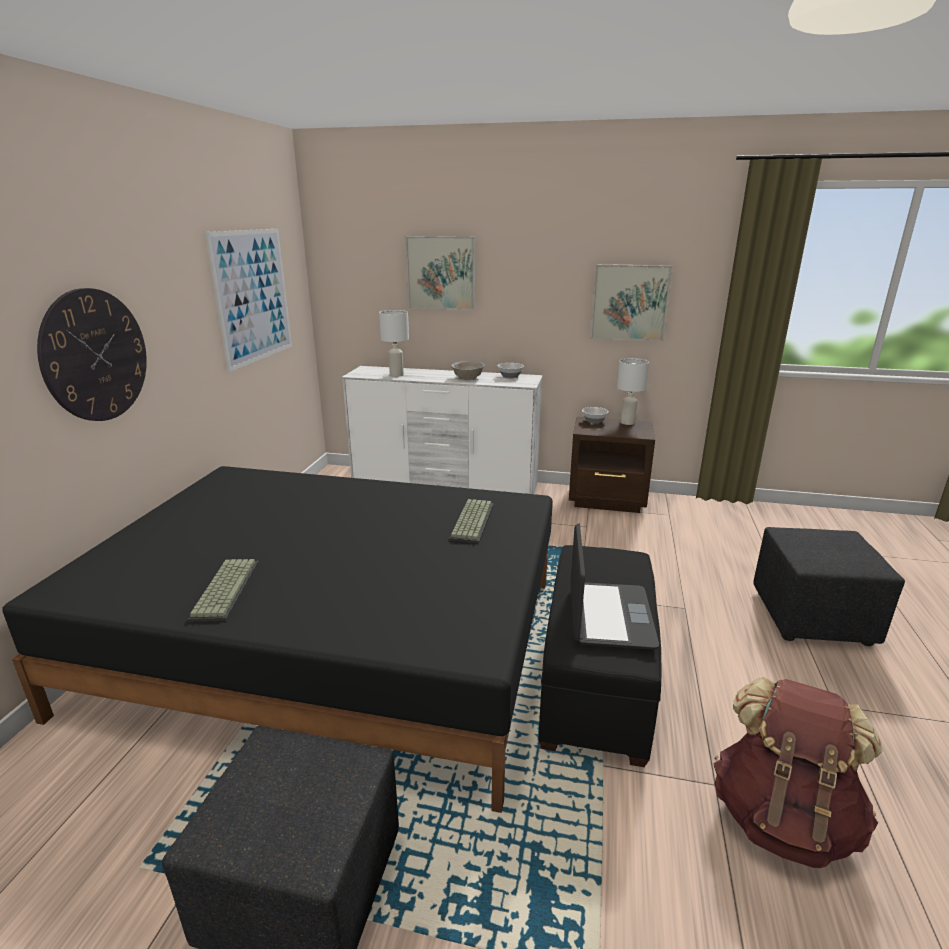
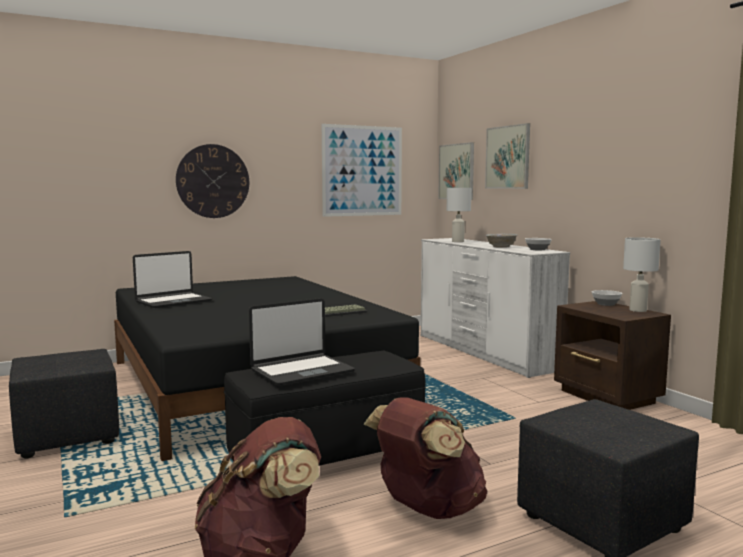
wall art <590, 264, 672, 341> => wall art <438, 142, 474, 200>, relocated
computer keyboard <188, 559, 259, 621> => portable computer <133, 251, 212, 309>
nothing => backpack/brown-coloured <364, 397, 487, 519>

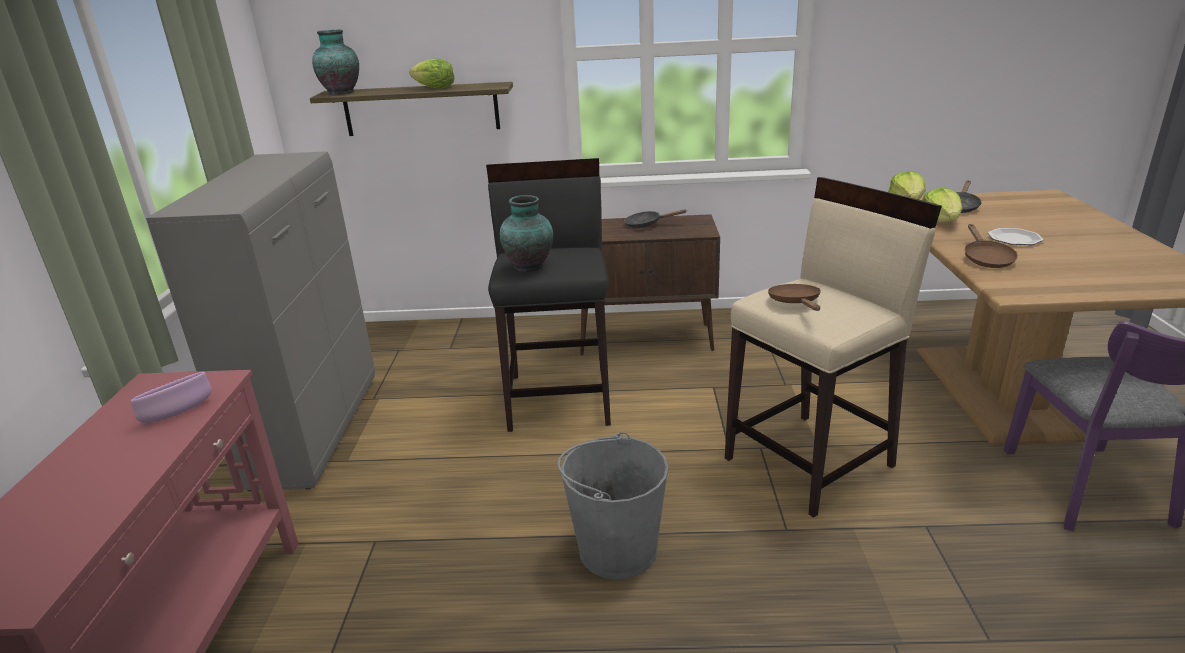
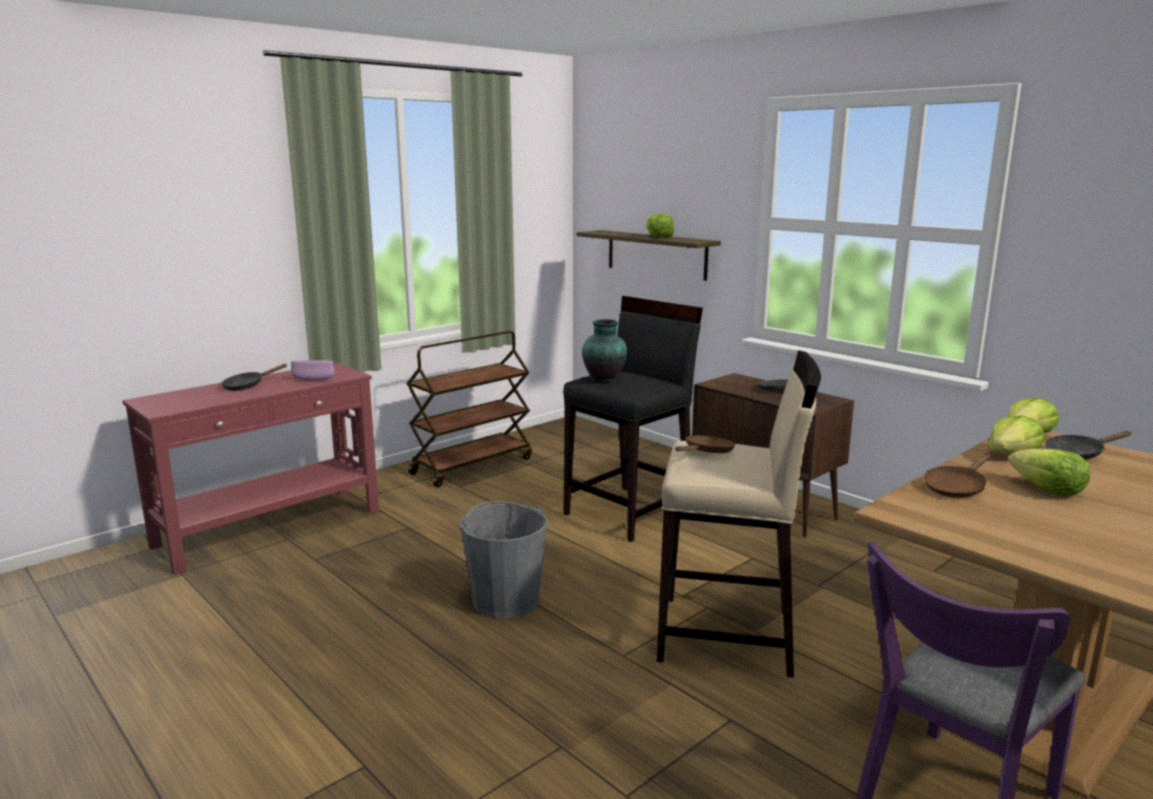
vase <312, 30, 359, 94> => nothing
cupboard/gray <146, 151, 375, 491> => wheeled cart/brown-coloured <407, 331, 532, 487>
plate <988, 228, 1044, 245> => lettuce <1009, 448, 1090, 496>
nothing => frying pan/black-coloured <221, 364, 287, 391>

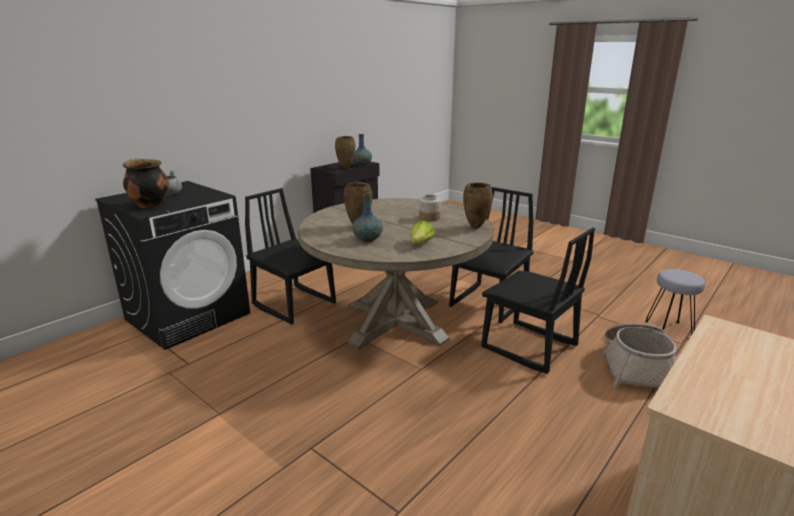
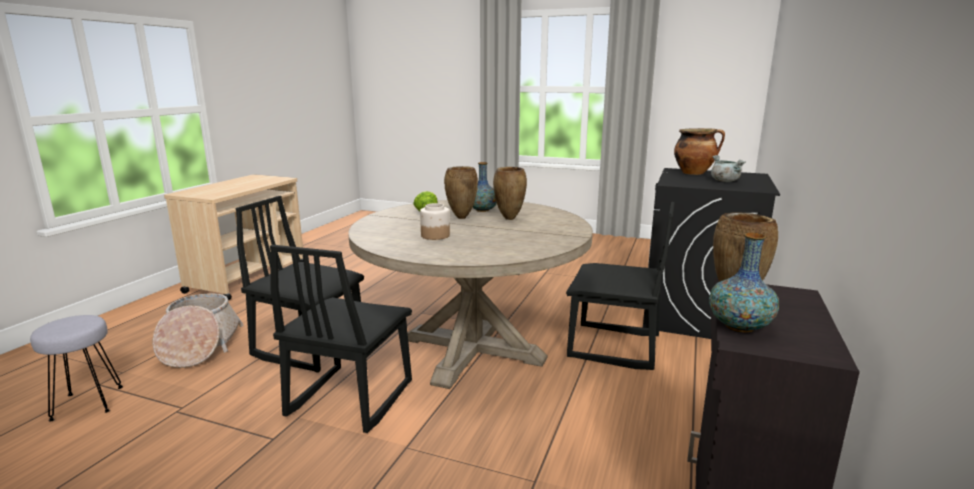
vase/brown-coloured <463, 183, 493, 229> => vase/brown-coloured <444, 166, 478, 219>, relocated

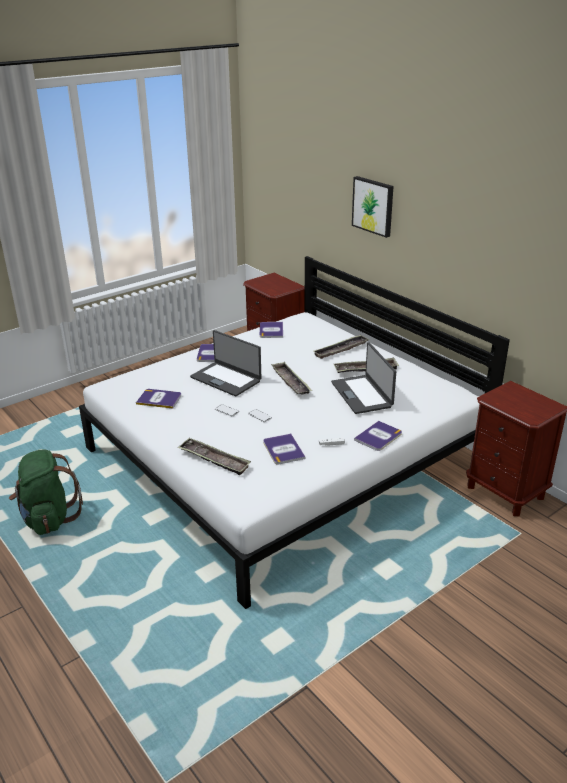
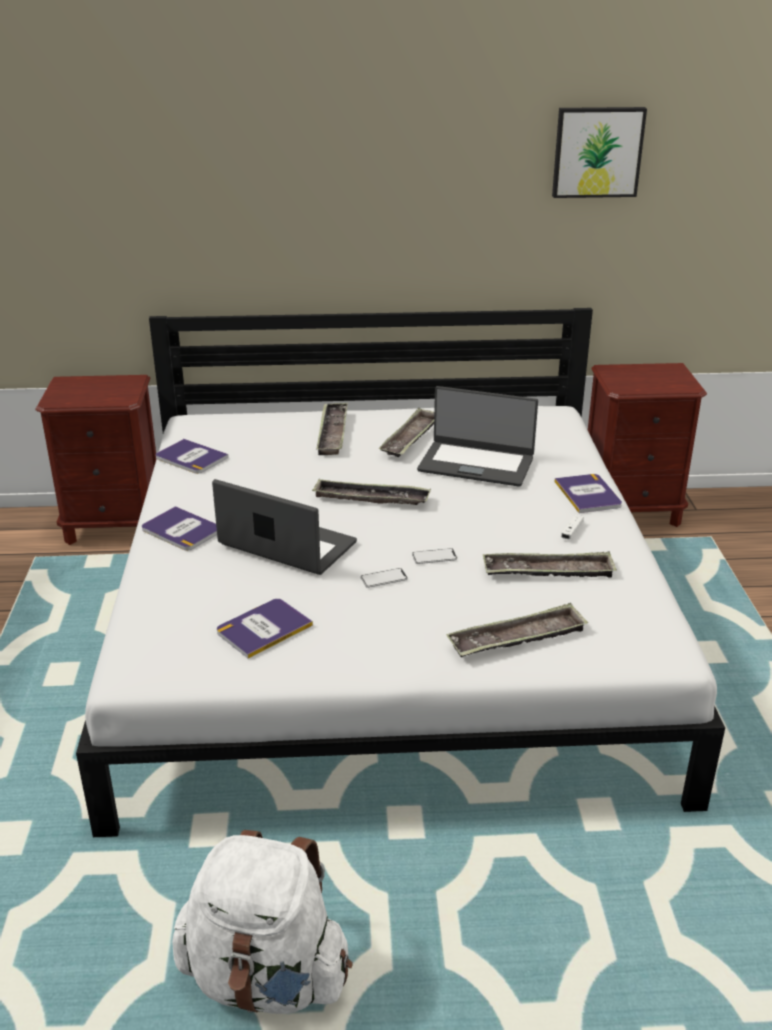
wall art <352, 176, 394, 238> => wall art <552, 107, 647, 198>, relocated
portable computer <190, 330, 261, 396> => portable computer <212, 479, 357, 575>, 135 degrees counterclockwise
book <263, 434, 306, 464> => serving tray <483, 552, 617, 578>
backpack/green-coloured <9, 450, 83, 535> => backpack/whitish <172, 830, 352, 1014>

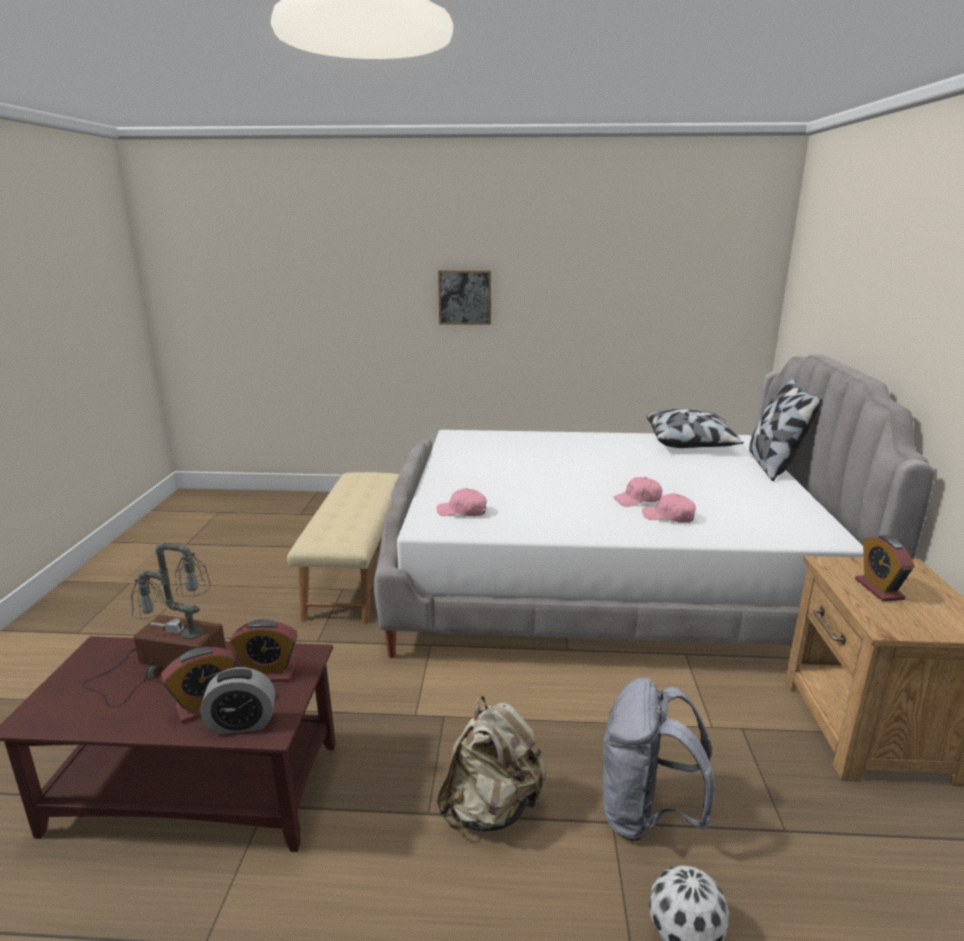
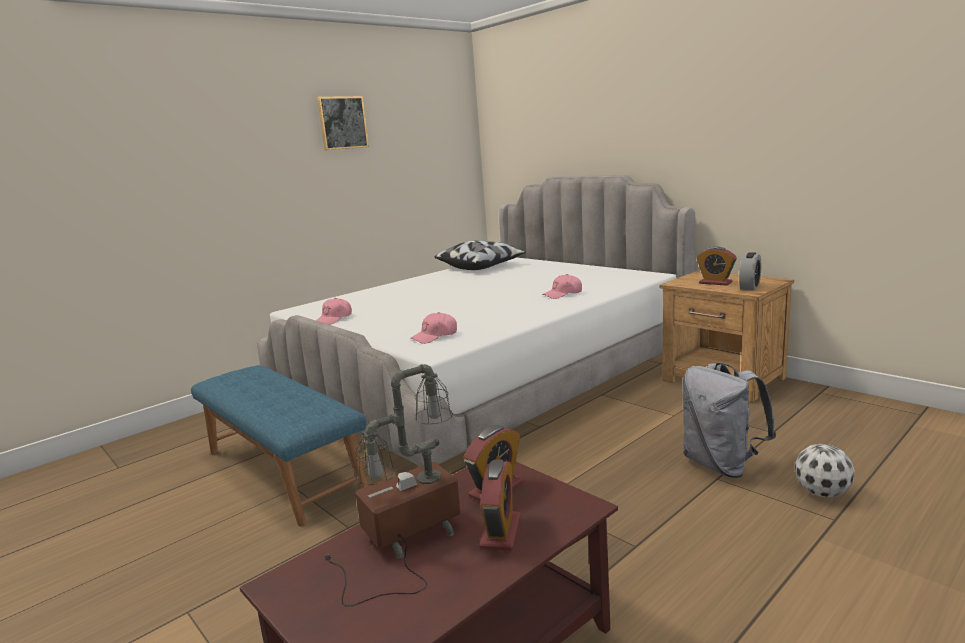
wall art <438, 270, 491, 325> => wall art <317, 96, 369, 150>, relocated
throw pillow <749, 379, 822, 481> => nothing
long seat/sand-coloured <287, 472, 399, 624> => long seat/blue <191, 365, 368, 527>
peaked cap/pink <613, 477, 662, 507> => peaked cap/pink <316, 298, 352, 325>, relocated
table clock <200, 667, 275, 735> => table clock <739, 252, 761, 290>, relocated
backpack/sand-coloured <437, 696, 546, 831> => nothing

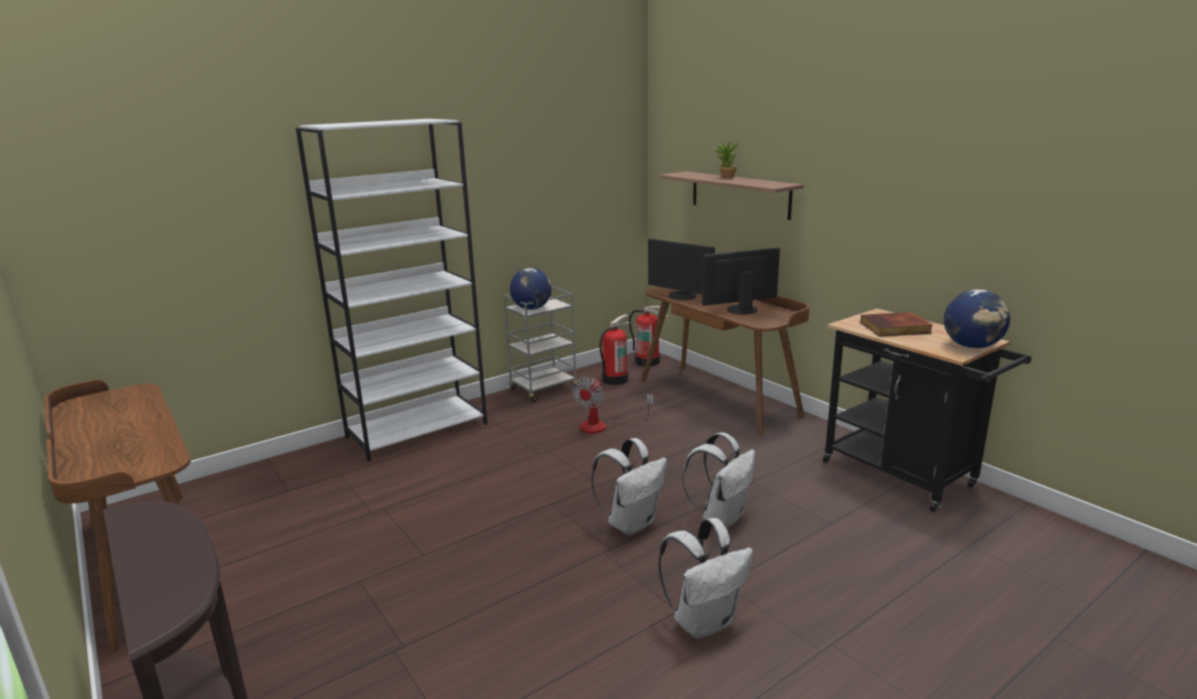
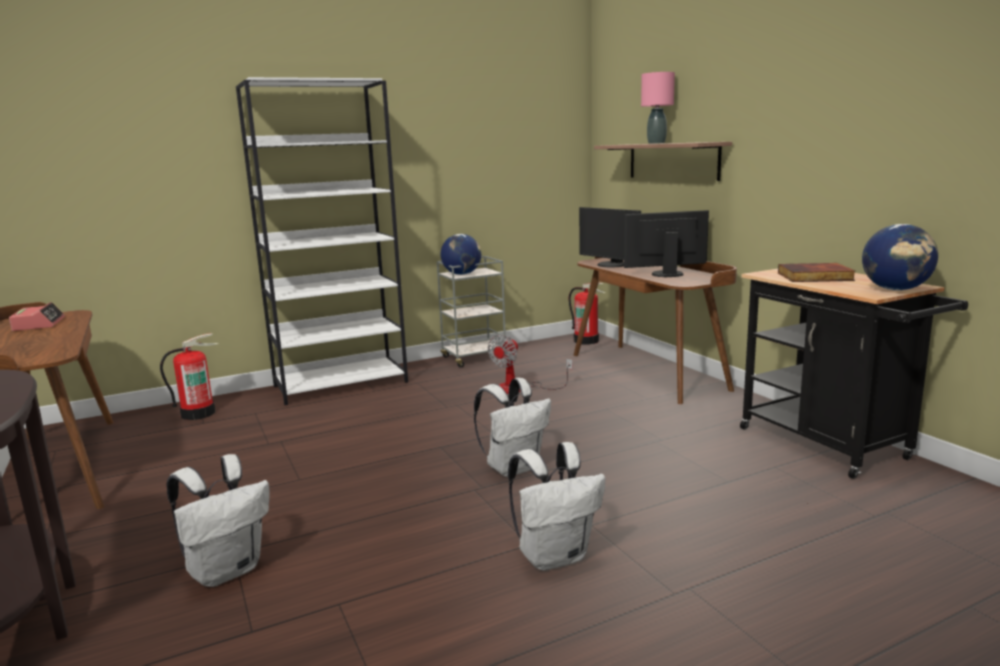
potted plant <711, 140, 739, 179> => table lamp/pink <641, 72, 675, 144>
extinguisher <599, 314, 630, 385> => extinguisher <160, 333, 218, 420>, relocated
backpack/whitish <682, 432, 755, 528> => backpack/whitish <166, 454, 270, 587>, relocated
nothing => table clock <9, 302, 65, 331>

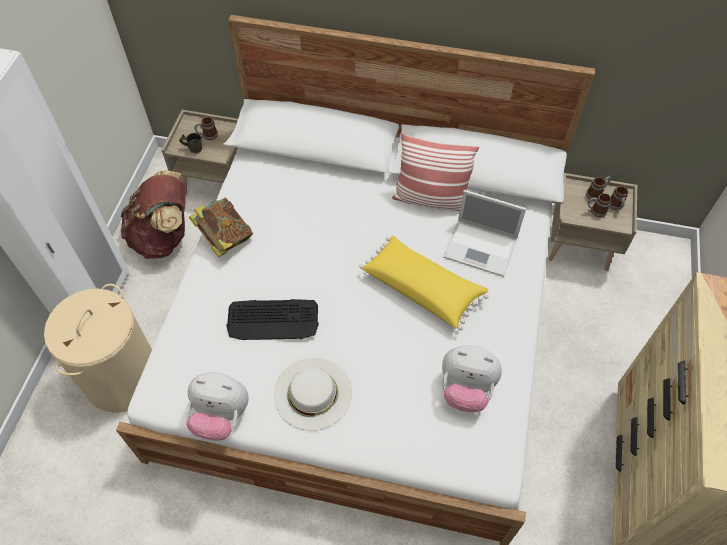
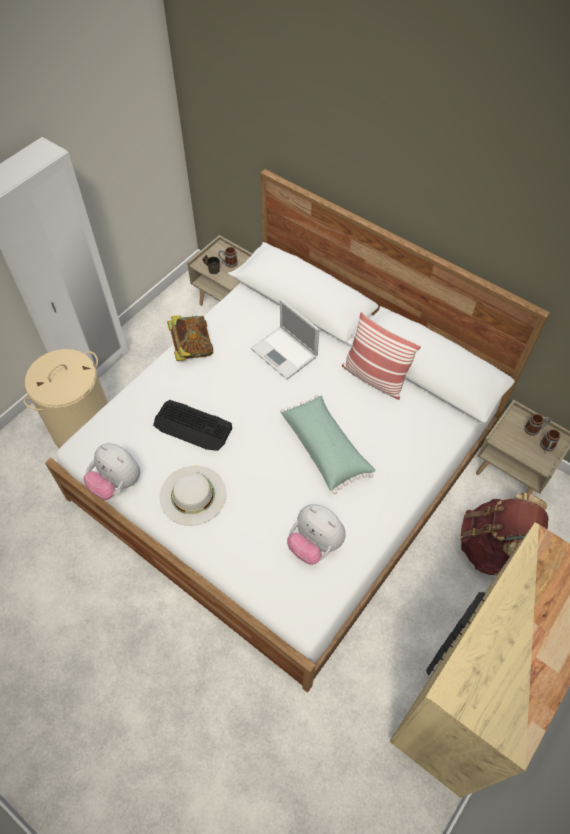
backpack/brown-coloured <121, 170, 186, 259> => backpack/brown-coloured <460, 492, 548, 576>, relocated
portable computer <443, 190, 526, 277> => portable computer <251, 299, 319, 380>, relocated
mug <588, 193, 611, 217> => nothing
throw pillow/yellow <359, 235, 489, 330> => throw pillow/green-coloured <280, 395, 375, 494>

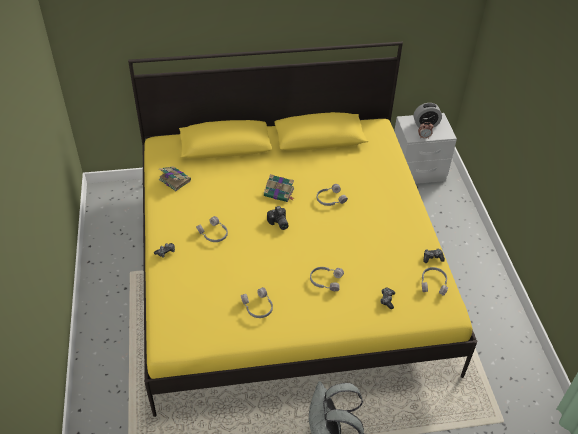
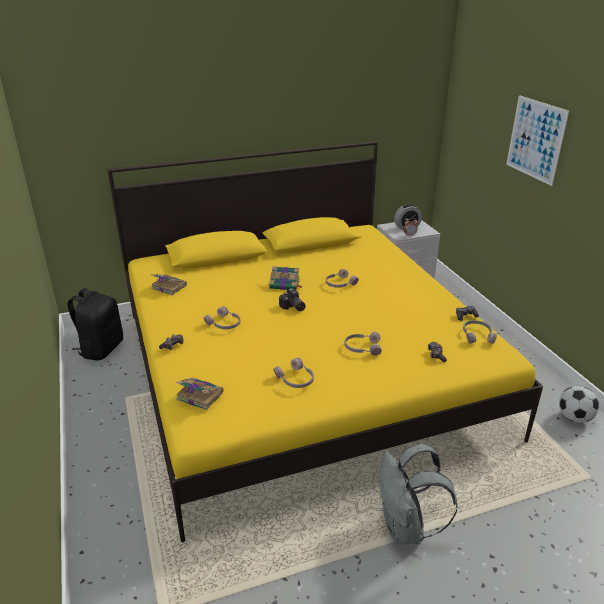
nothing => wall art <506, 95, 569, 186>
nothing => backpack/black-coloured <68, 288, 123, 361>
nothing => book <176, 377, 223, 411>
nothing => football ball <559, 386, 599, 423>

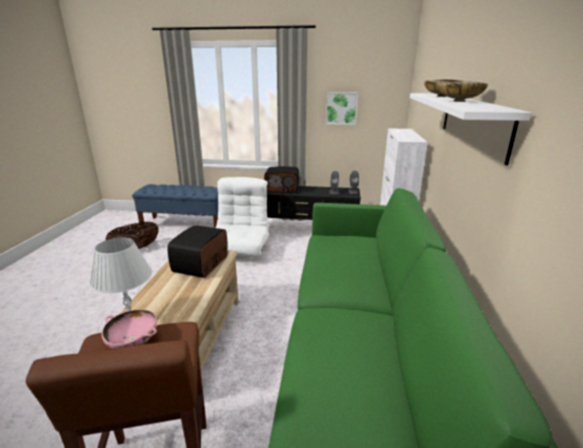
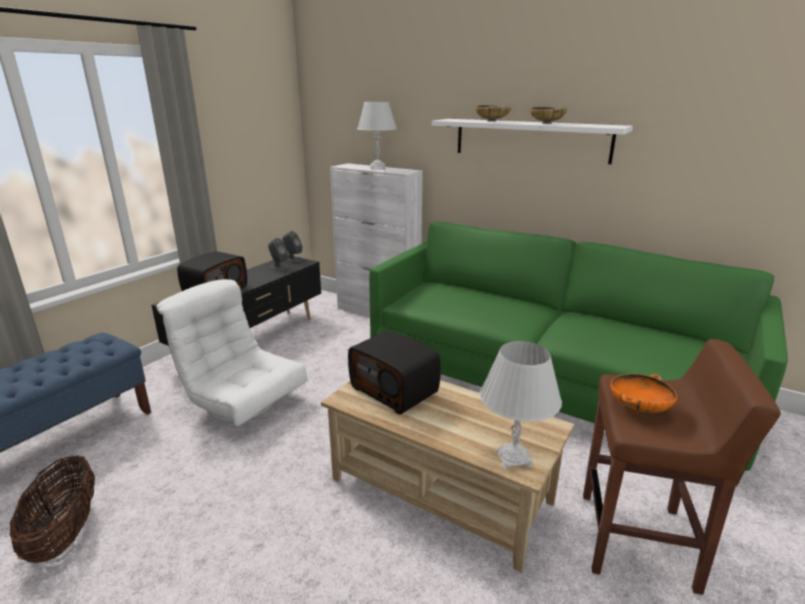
wall art <326, 92, 358, 125> => nothing
bowl/pink <102, 310, 157, 349> => bowl/orange <610, 374, 677, 413>
nothing => table lamp/whitish <357, 101, 397, 170>

